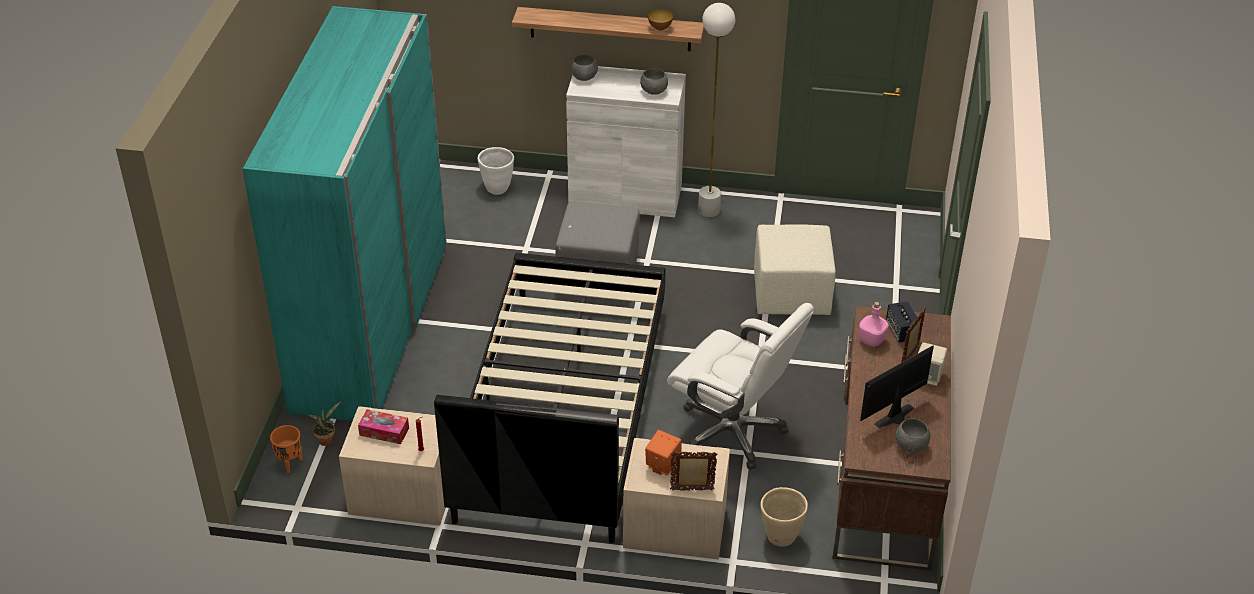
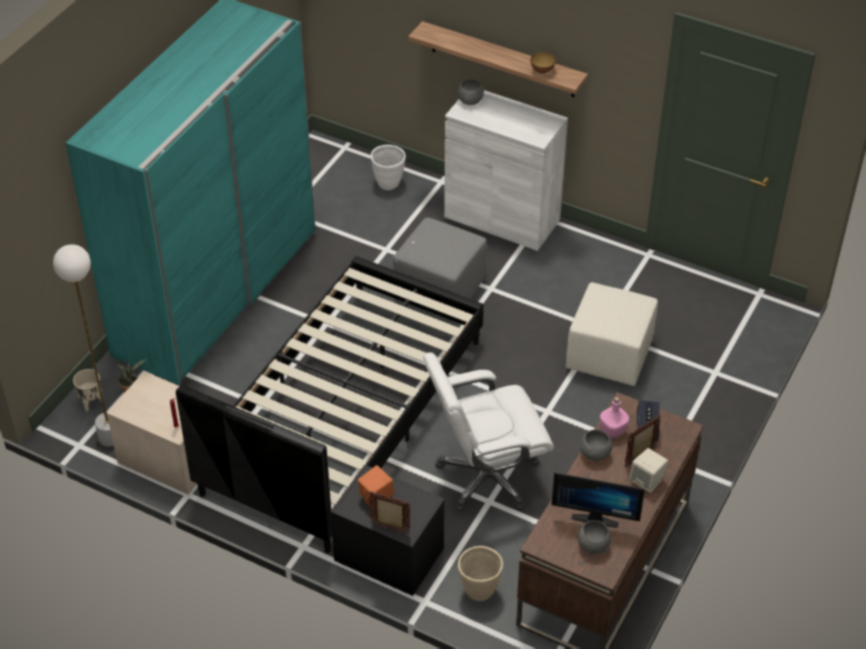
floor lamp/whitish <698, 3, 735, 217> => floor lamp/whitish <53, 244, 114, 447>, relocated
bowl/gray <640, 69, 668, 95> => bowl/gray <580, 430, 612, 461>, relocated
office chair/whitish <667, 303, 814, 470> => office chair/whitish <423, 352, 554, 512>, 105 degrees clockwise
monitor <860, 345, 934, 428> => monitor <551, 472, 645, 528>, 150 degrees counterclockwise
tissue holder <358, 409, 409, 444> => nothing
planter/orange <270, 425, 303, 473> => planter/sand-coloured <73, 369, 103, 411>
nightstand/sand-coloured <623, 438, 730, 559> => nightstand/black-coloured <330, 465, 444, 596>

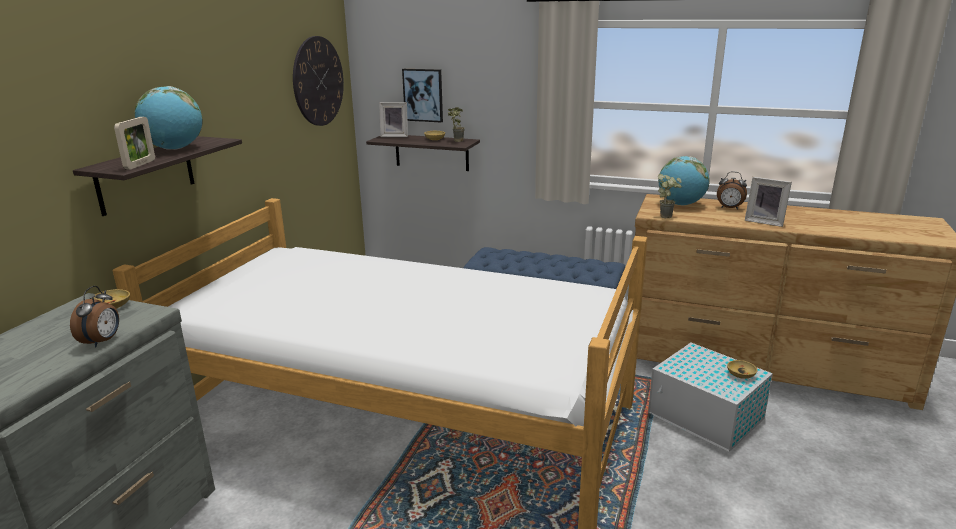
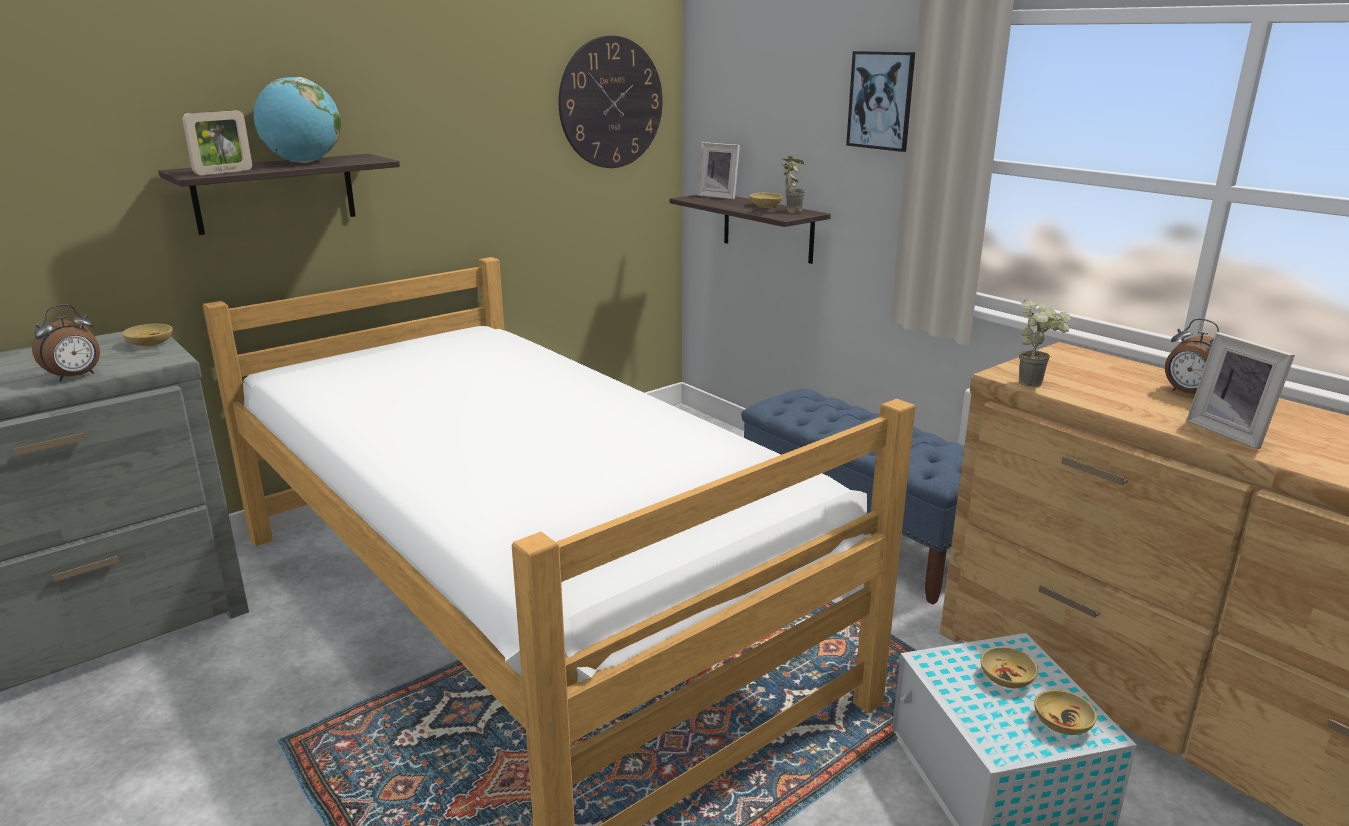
wall art <402, 69, 443, 123> => wall art <846, 51, 915, 152>, relocated
world globe <658, 156, 710, 206> => nothing
nothing => bowl/sand-coloured <980, 647, 1038, 688>

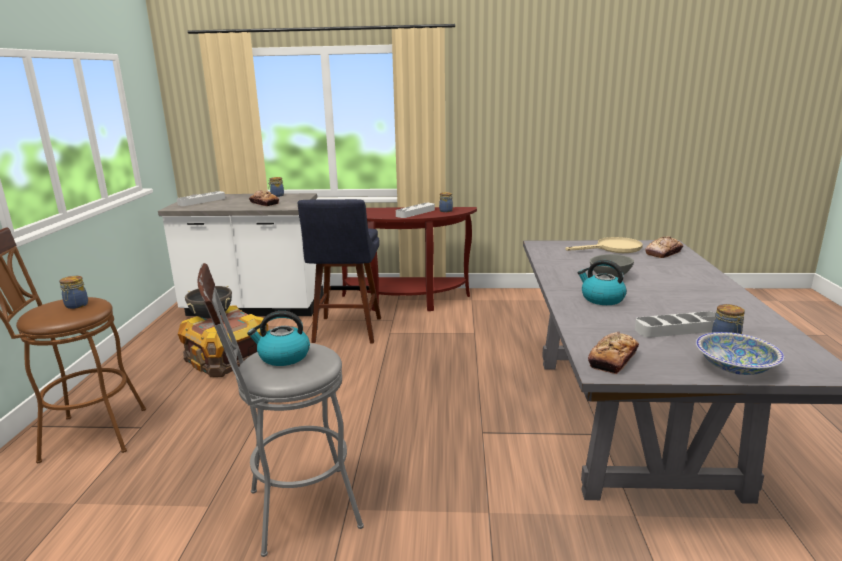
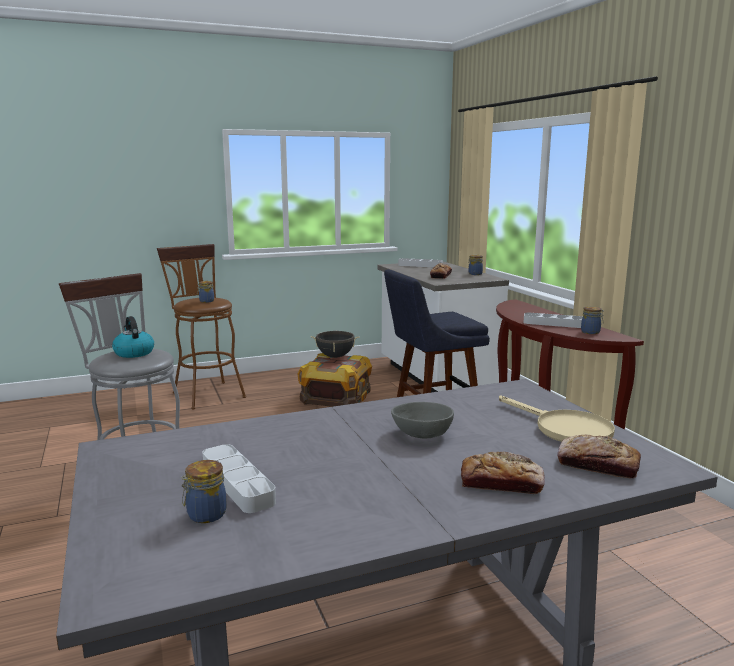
tea kettle <578, 260, 627, 305> => nothing
bakery bread <588, 332, 639, 374> => bakery bread <461, 452, 545, 494>, relocated
bowl <696, 332, 784, 375> => nothing

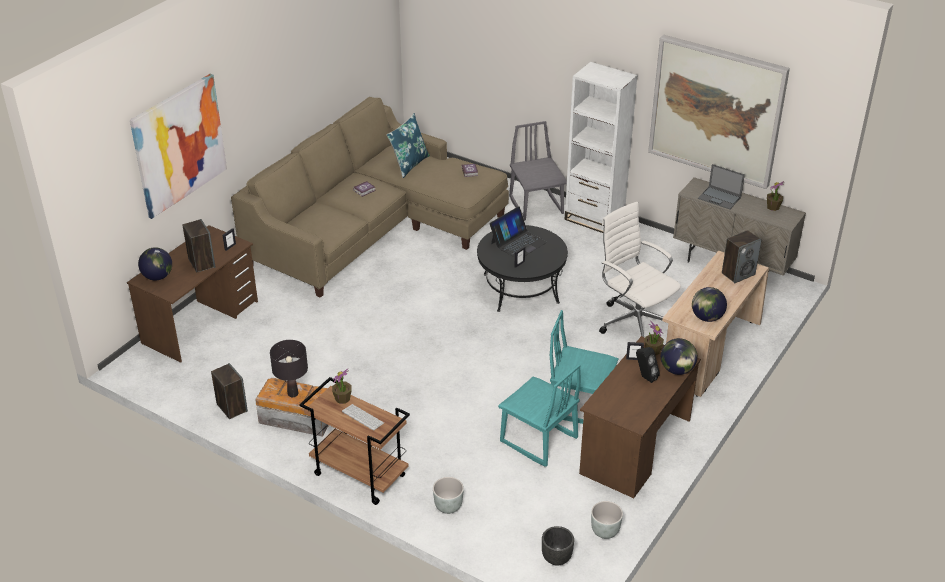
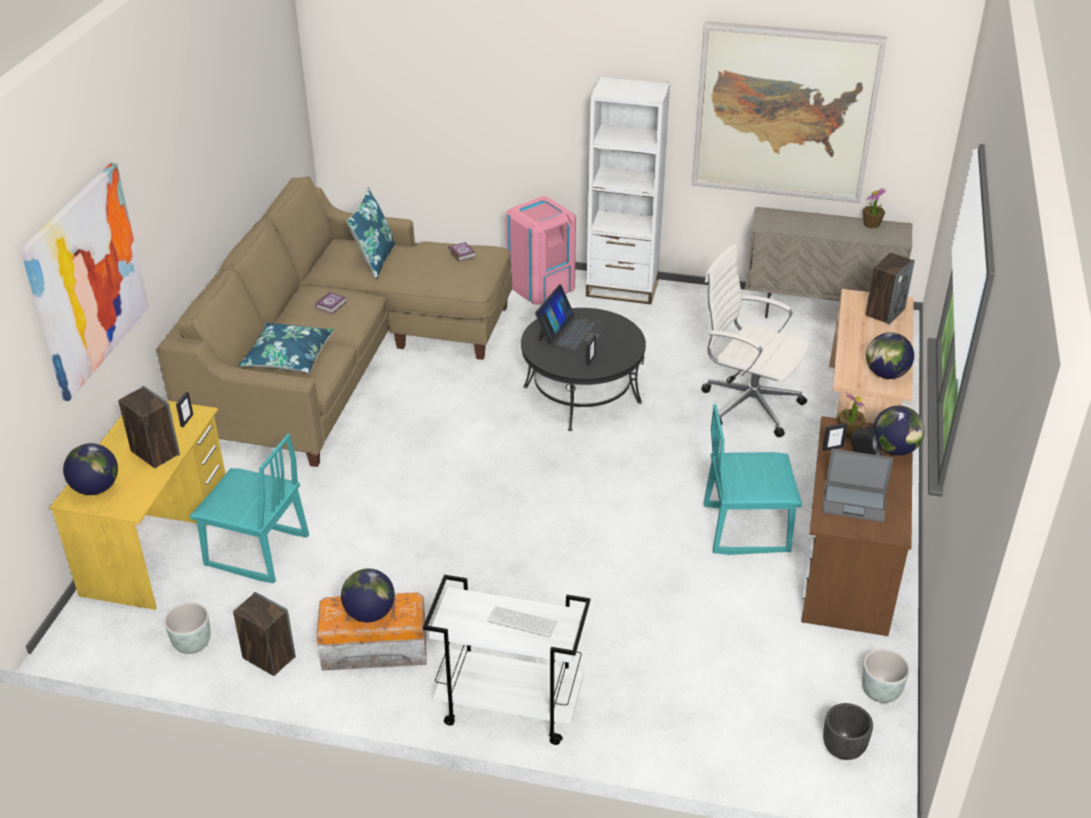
chair/gray <509, 121, 567, 221> => trash can/pink <506, 196, 576, 305>
portable computer <698, 164, 745, 209> => portable computer <822, 449, 893, 522>, relocated
desk unit/brown-coloured <127, 225, 258, 363> => desk unit/yellow <49, 400, 226, 610>
table lamp/black-coloured <270, 340, 308, 397> => world globe <341, 568, 395, 622>
chair/turquoise-coloured <498, 364, 581, 467> => chair/turquoise-coloured <190, 434, 309, 583>, relocated
potted plant <332, 368, 352, 404> => nothing
wheeled cart/brown-coloured <299, 377, 410, 505> => wheeled cart/whitish <423, 575, 590, 745>
planter/gray <433, 477, 464, 514> => planter/gray <164, 602, 211, 654>, relocated
nothing => throw pillow/blue <239, 323, 334, 373>

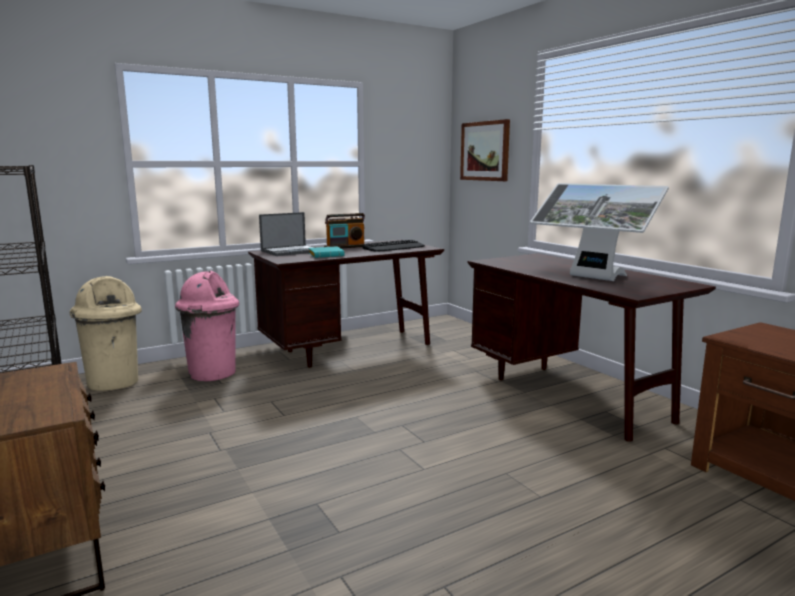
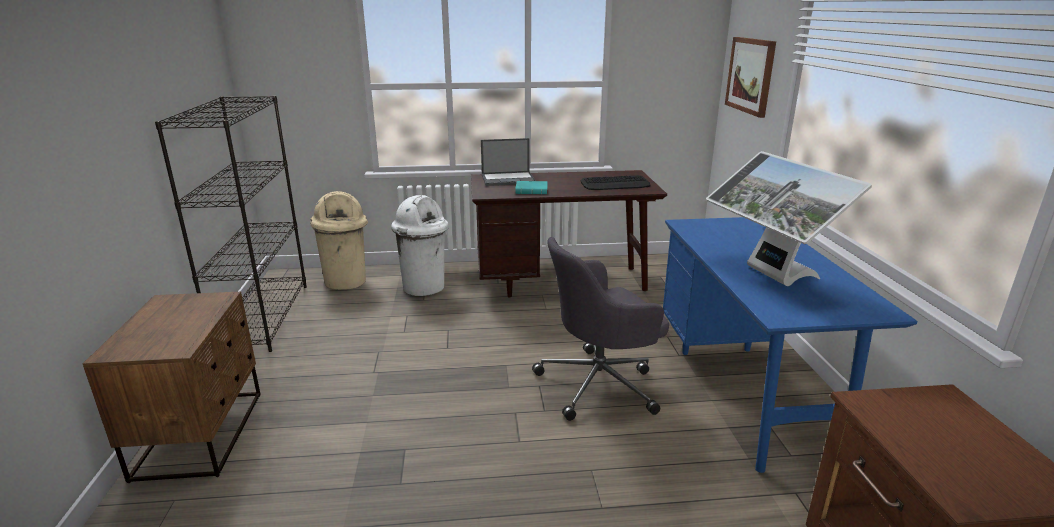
radio set <324, 213, 365, 249> => nothing
desk unit/brown-coloured <468, 253, 716, 442> => desk unit/blue <663, 217, 917, 473>
trash can/pink <175, 270, 239, 381> => trash can/whitish <391, 195, 449, 296>
nothing => office chair/gray <532, 237, 669, 421>

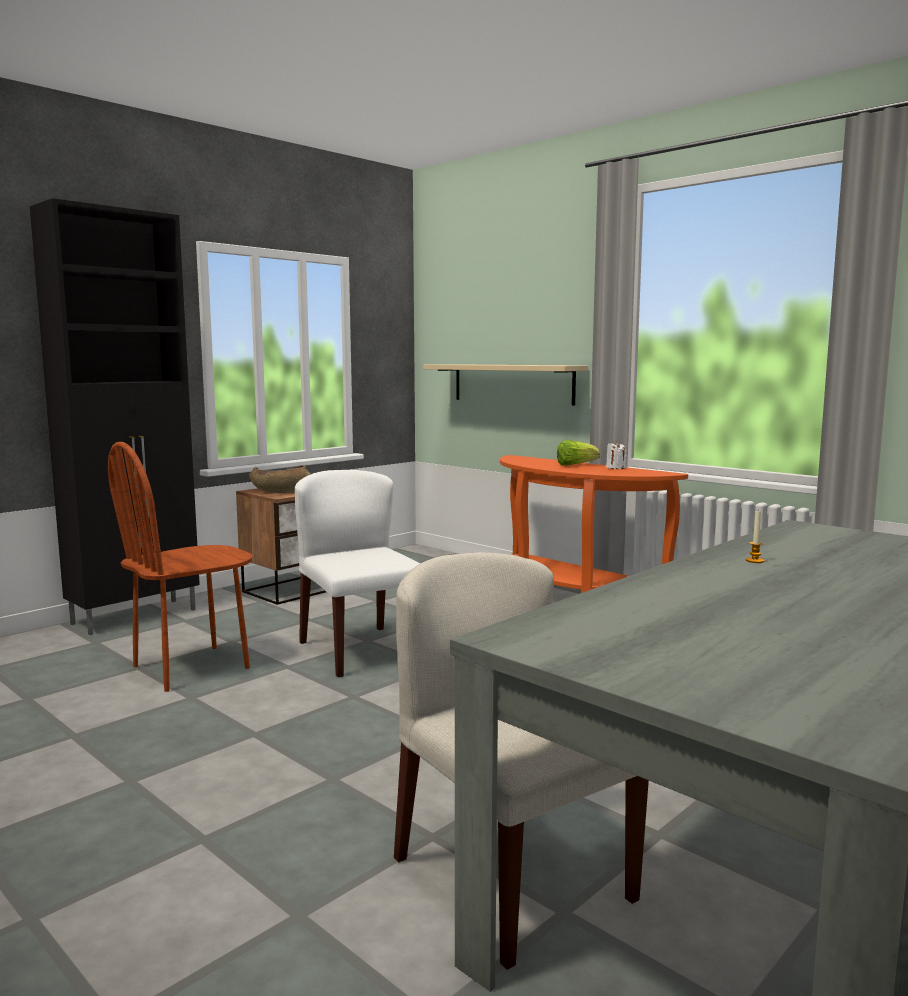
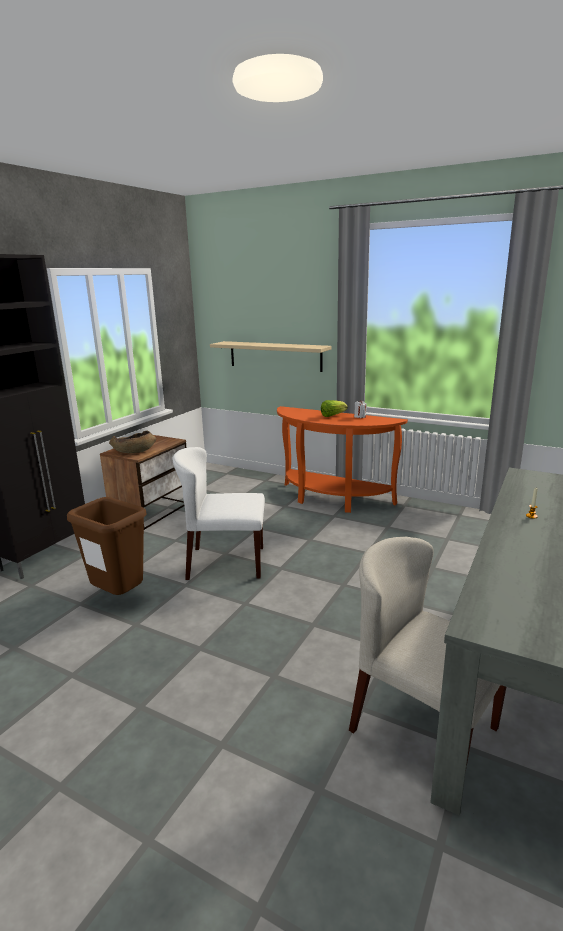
chair/brown-coloured <108, 442, 252, 692> => trash can/brown-coloured <67, 497, 147, 595>
chair/whitish <295, 470, 420, 677> => chair/whitish <173, 447, 265, 580>, 45 degrees counterclockwise

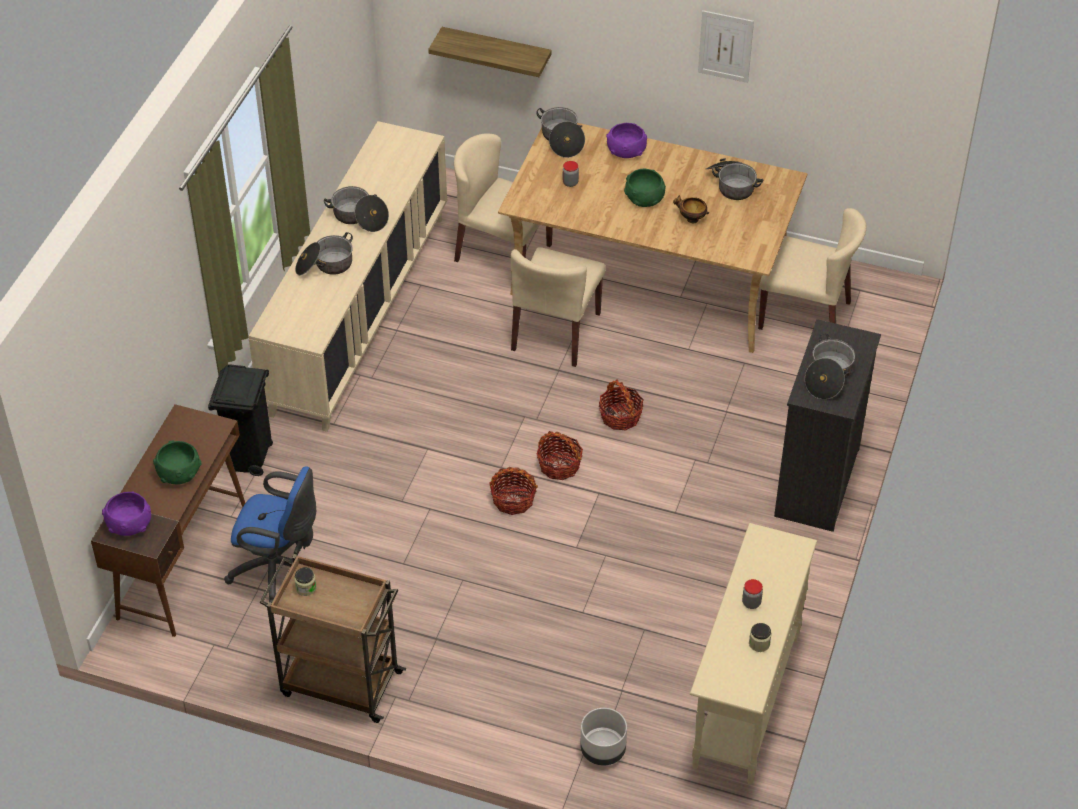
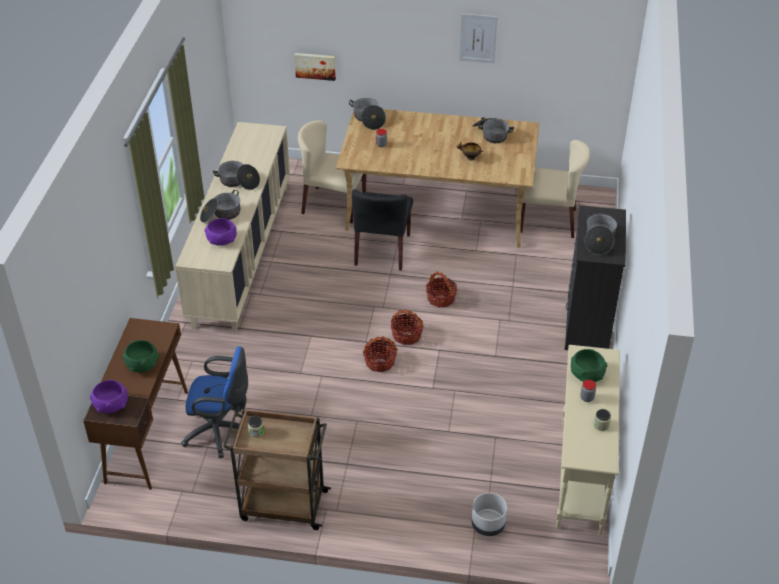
shelf <428, 27, 552, 77> => wall art <294, 53, 336, 81>
bowl/purple-coloured <606, 123, 647, 158> => bowl/purple-coloured <204, 218, 237, 246>, relocated
bowl/green-coloured <624, 169, 666, 207> => bowl/green-coloured <571, 349, 607, 382>, relocated
chair/sand-coloured <511, 247, 606, 367> => chair/black-coloured <352, 189, 413, 271>
trash can/black-coloured <208, 364, 273, 476> => nothing

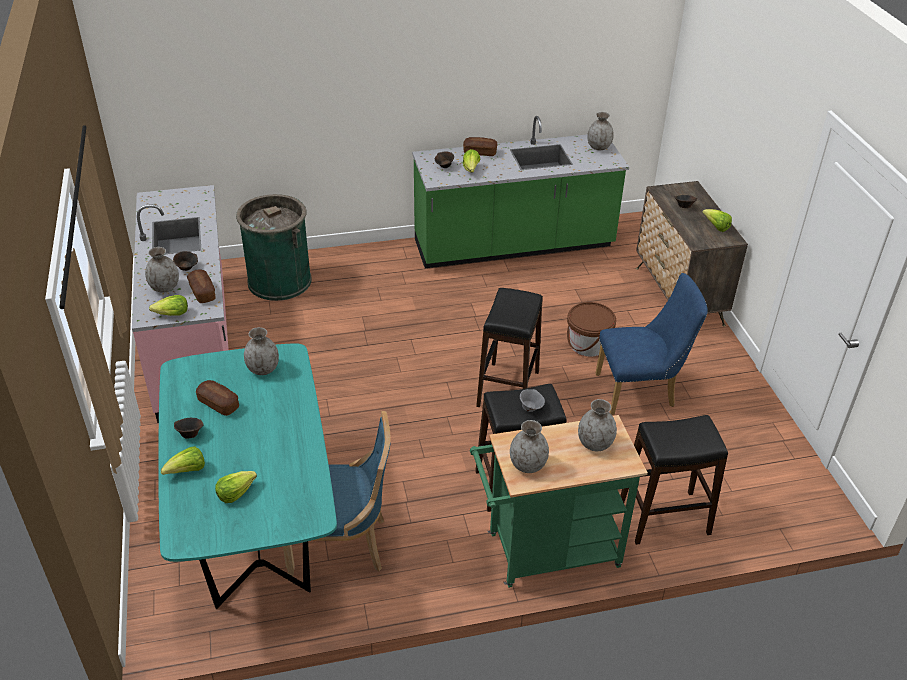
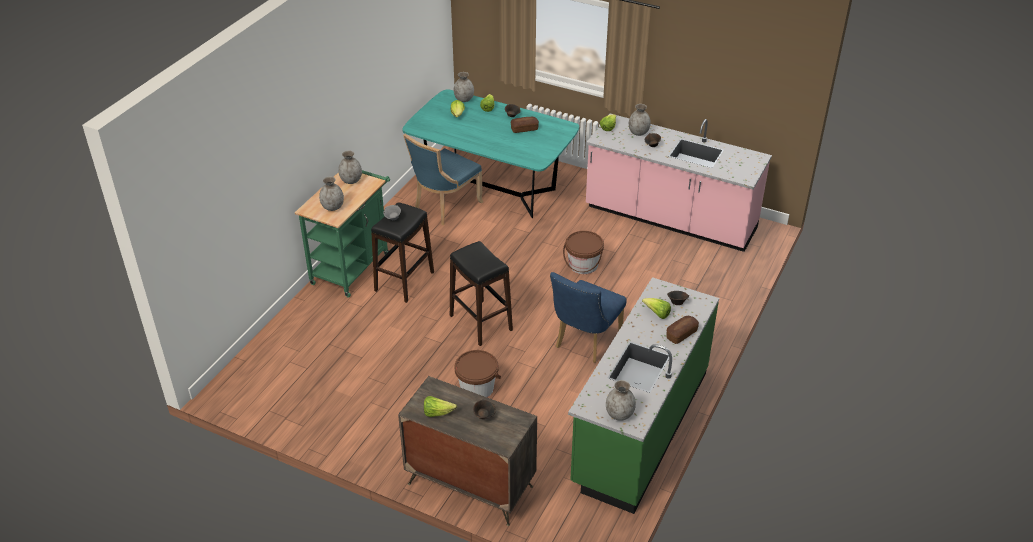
trash can/green-coloured <236, 194, 312, 301> => nothing
bakery bread <187, 270, 215, 303> => nothing
chair/blue <595, 273, 708, 415> => chair/blue <550, 272, 627, 363>, relocated
vase/gray <244, 327, 279, 375> => vase/gray <454, 72, 474, 102>, relocated
stool seat/black-coloured <620, 415, 728, 545> => nothing
nothing => water bucket/brown-coloured <563, 231, 604, 274>

